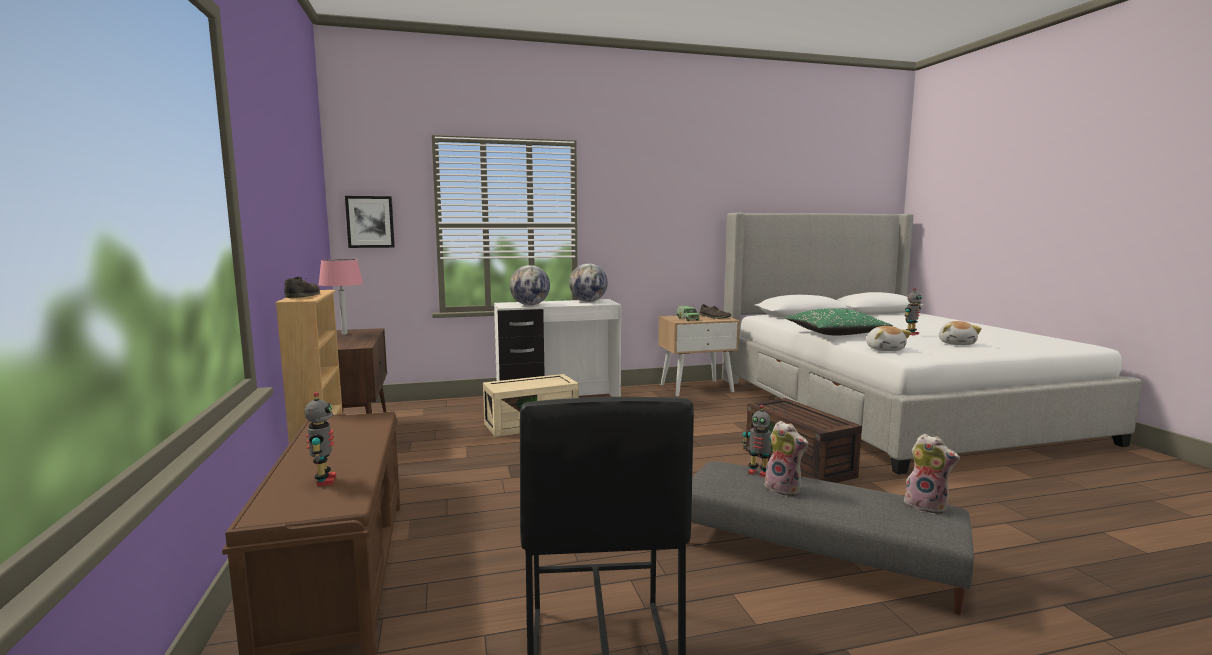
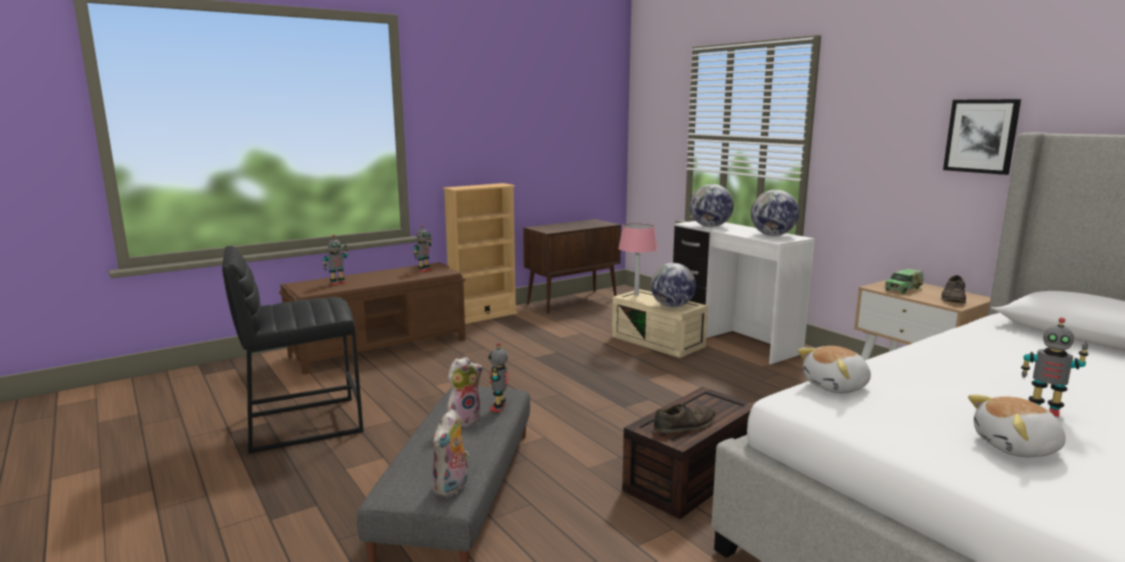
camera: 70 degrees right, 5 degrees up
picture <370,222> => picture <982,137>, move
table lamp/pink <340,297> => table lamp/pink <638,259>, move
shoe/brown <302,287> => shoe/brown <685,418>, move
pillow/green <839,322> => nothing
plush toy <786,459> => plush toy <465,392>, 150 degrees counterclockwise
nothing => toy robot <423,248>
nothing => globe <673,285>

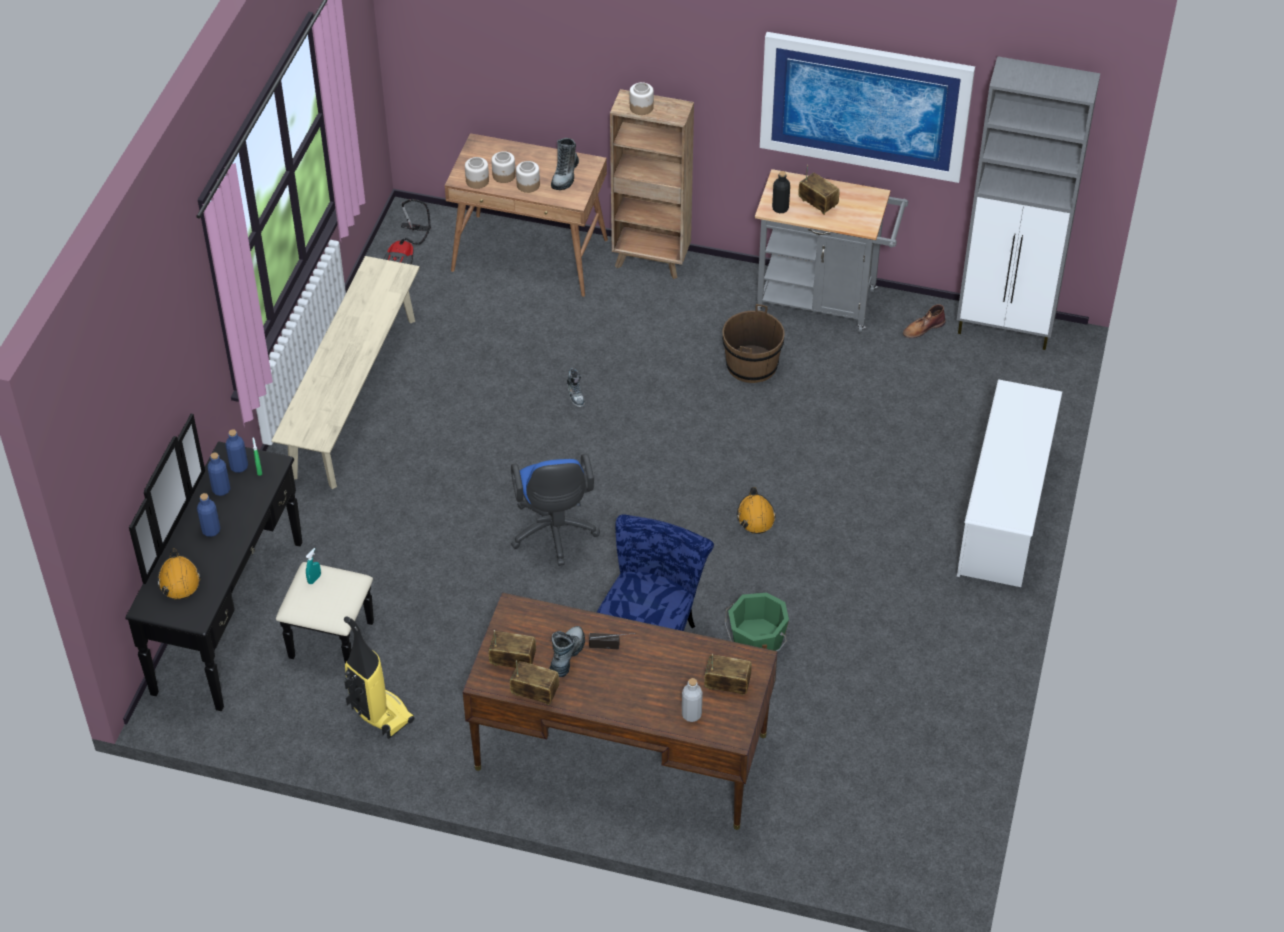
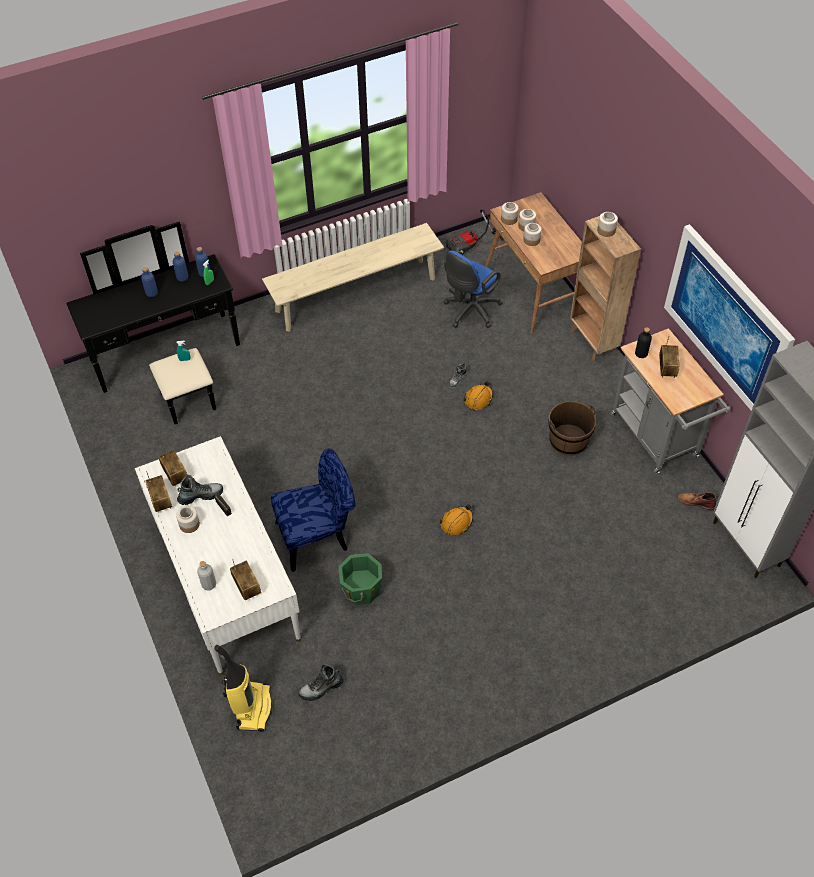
camera: 50 degrees right, 5 degrees up
boot <565,164> => boot <321,682>, move
shoe rack/white <1009,483> => nothing
office chair/blue <555,510> => office chair/blue <473,289>, move
hard hat/orange <179,574> => hard hat/orange <478,396>, move
desk/brown <620,711> => desk/white <218,555>
vacuum cleaner <379,677> => vacuum cleaner <243,688>, move
nothing => jar <188,519>

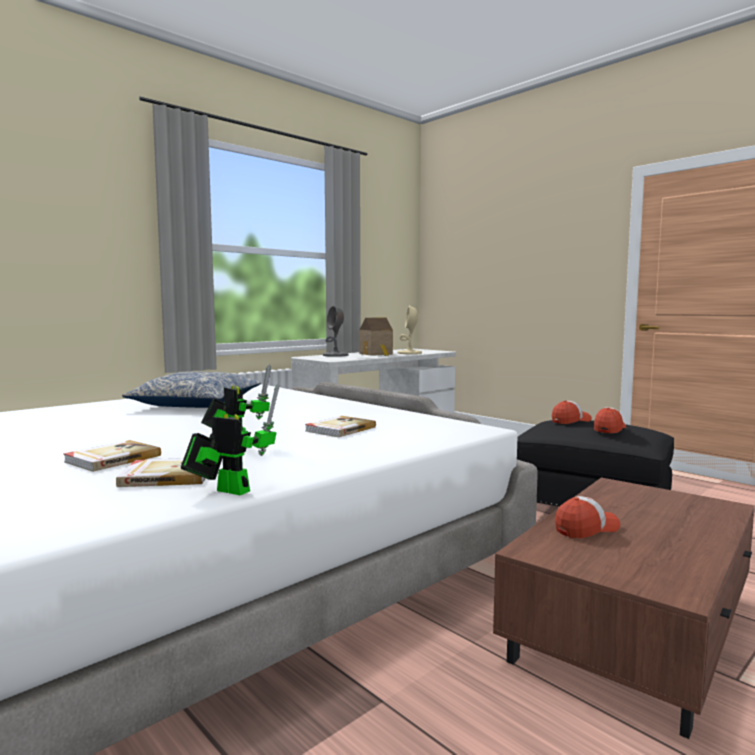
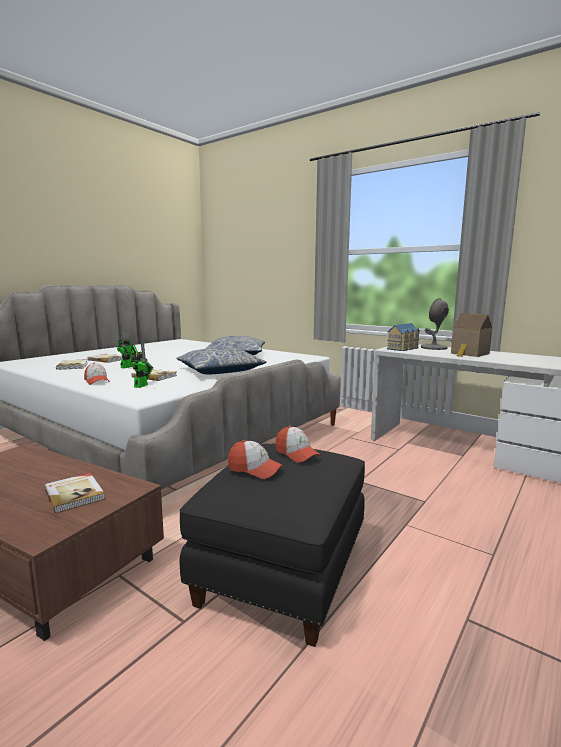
camera: 80 degrees right, 5 degrees up
table lamp/beige <410,329> => nothing
toy robot <230,439> => toy robot <142,365>, move
cap <587,517> => cap <97,374>, move
nothing => toy house <403,337>
nothing => pillow <221,360>
nothing => book <74,493>

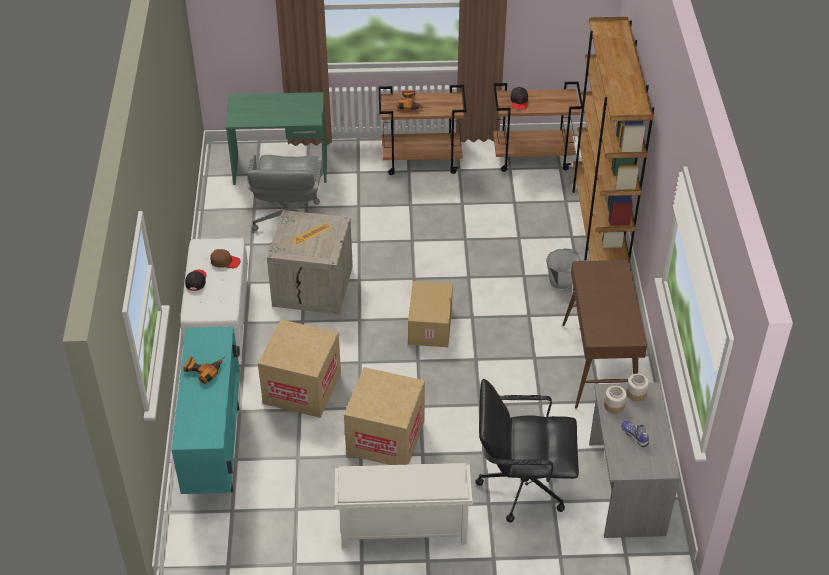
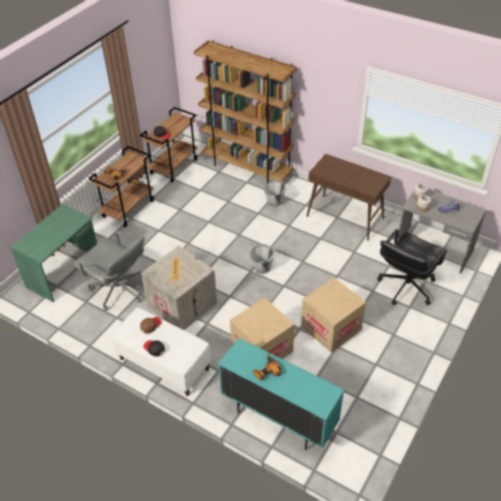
camera: 55 degrees left, 0 degrees up
cardboard box <430,314> => bucket/grey <262,259>
shoe rack/white <403,505> => nothing

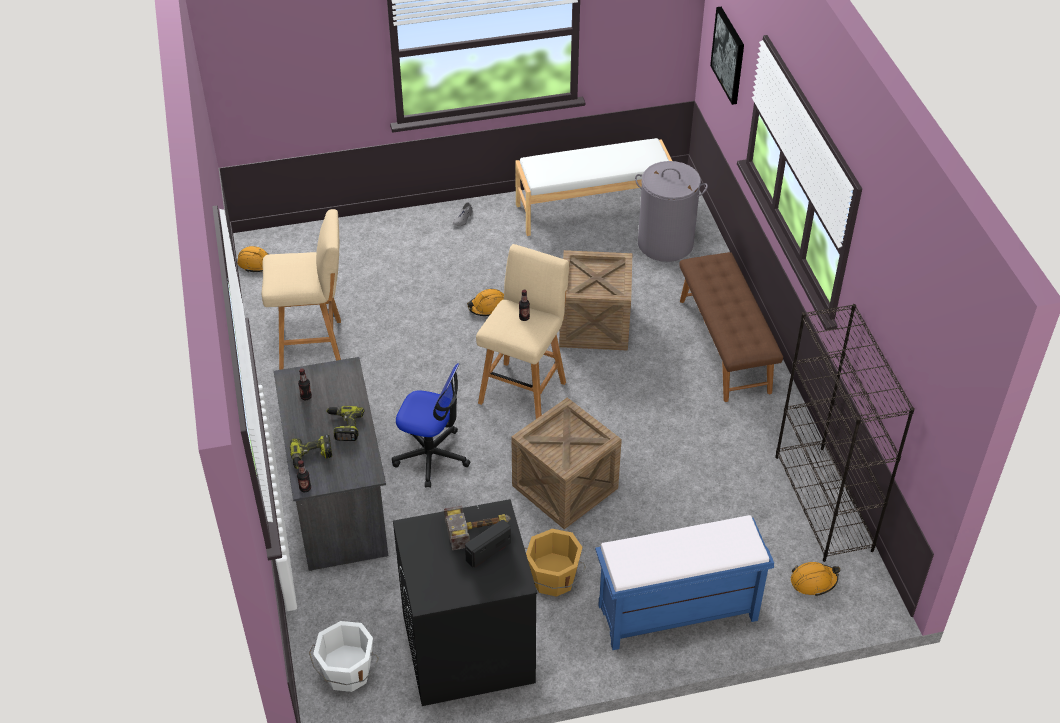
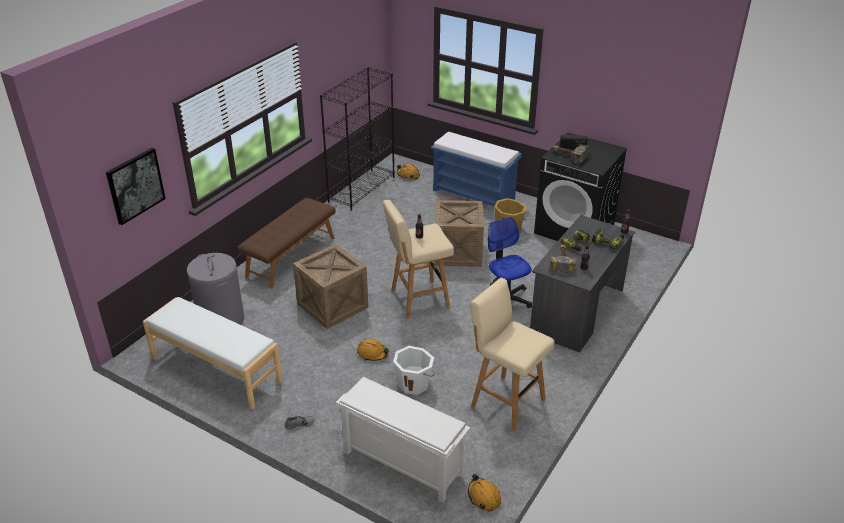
camera: 135 degrees left, 10 degrees down
bucket/white <344,656> => bucket/white <413,370>, move
nothing => hammer <563,259>
nothing => shoe rack/white <403,440>

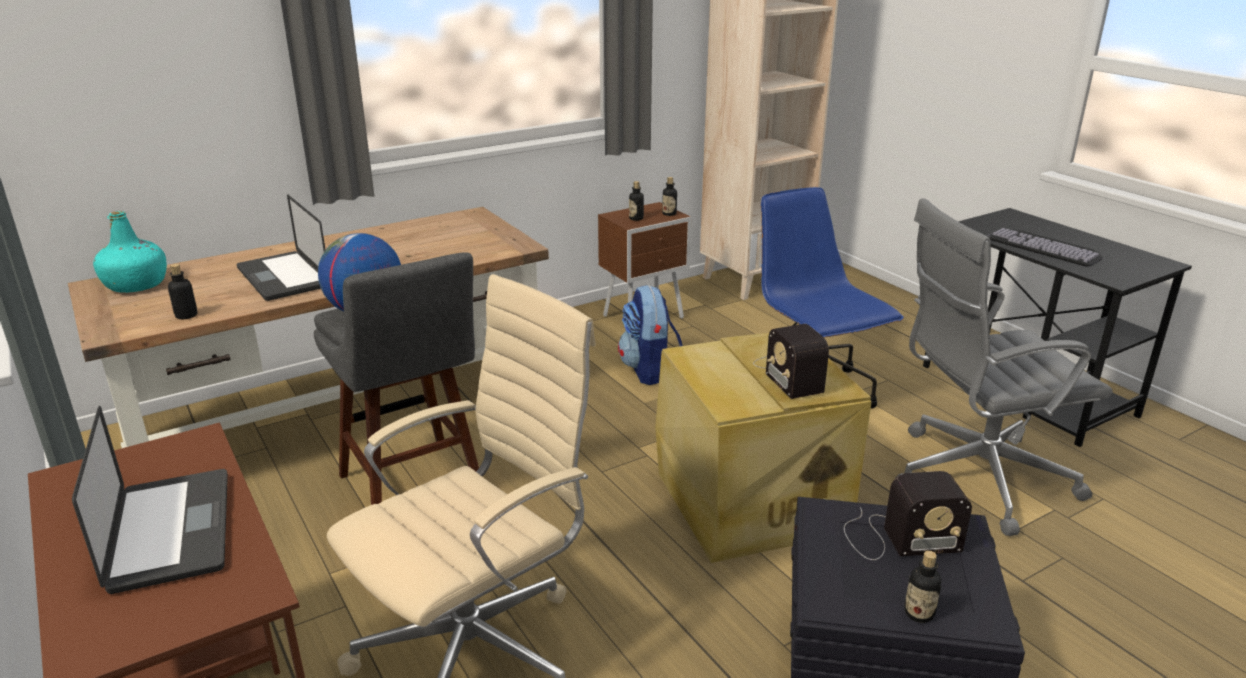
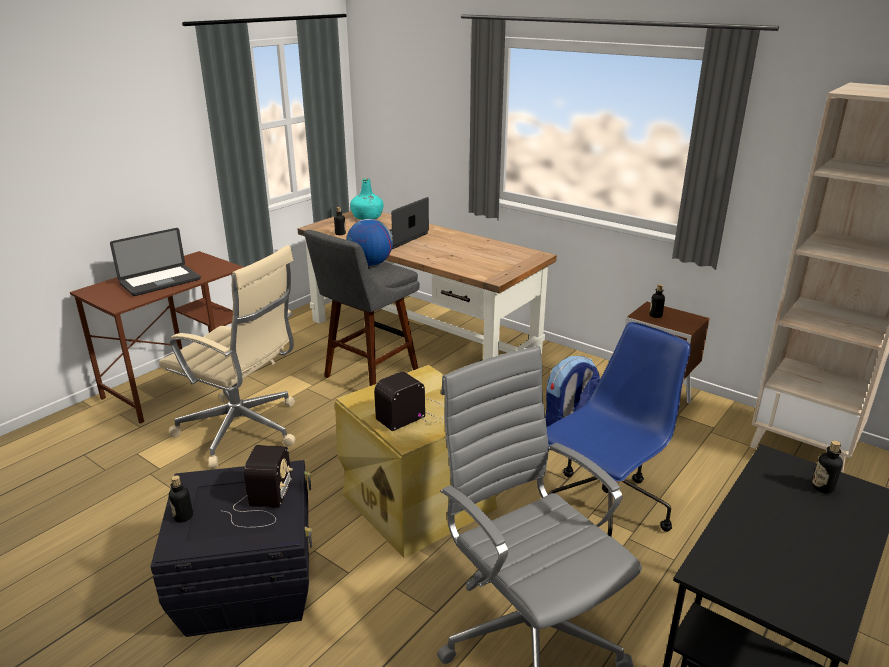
camera: 70 degrees right, 0 degrees up
bottle <669,196> => bottle <827,467>, move
keyboard <1044,247> => nothing
radio <908,515> => radio <258,486>, 150 degrees counterclockwise

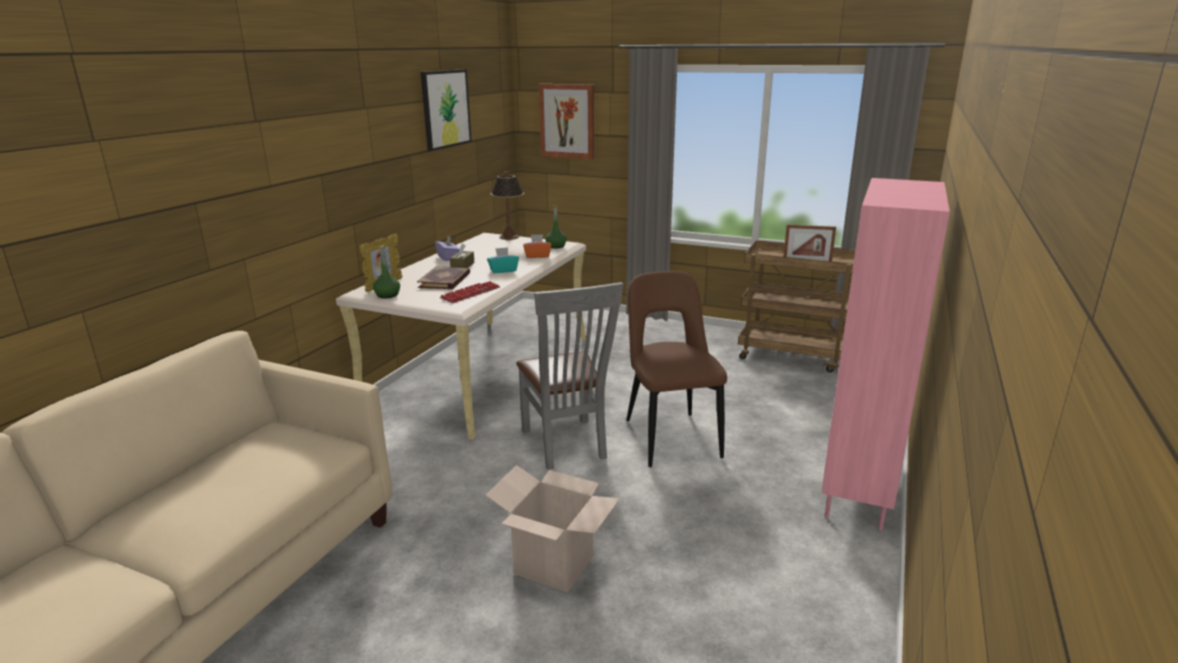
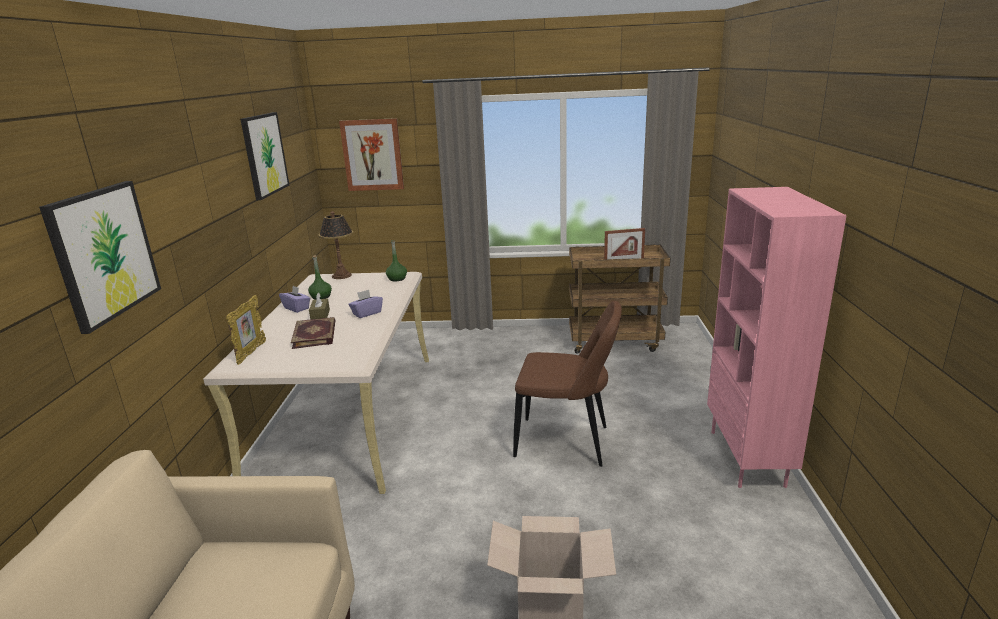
camera: 20 degrees left, 0 degrees up
tissue box/orange <537,246> => nothing
bottle/green <386,272> => bottle/green <320,277>, move
tissue box/turquoise <503,260> => tissue box/purple <366,304>
chair/brown <676,369> => chair/brown <567,384>, 135 degrees clockwise
keyboard <470,292> => nothing
chair/grey <569,376> => nothing
nothing => picture <100,257>

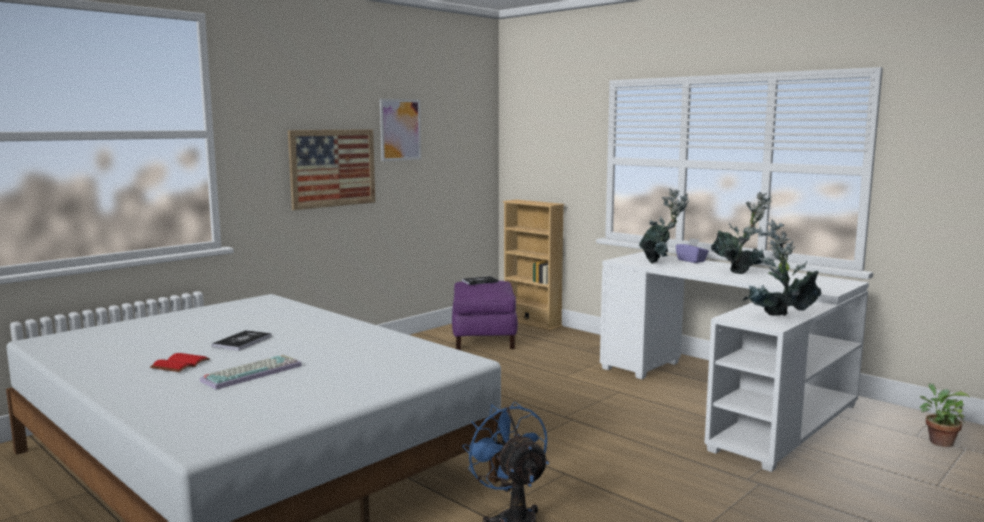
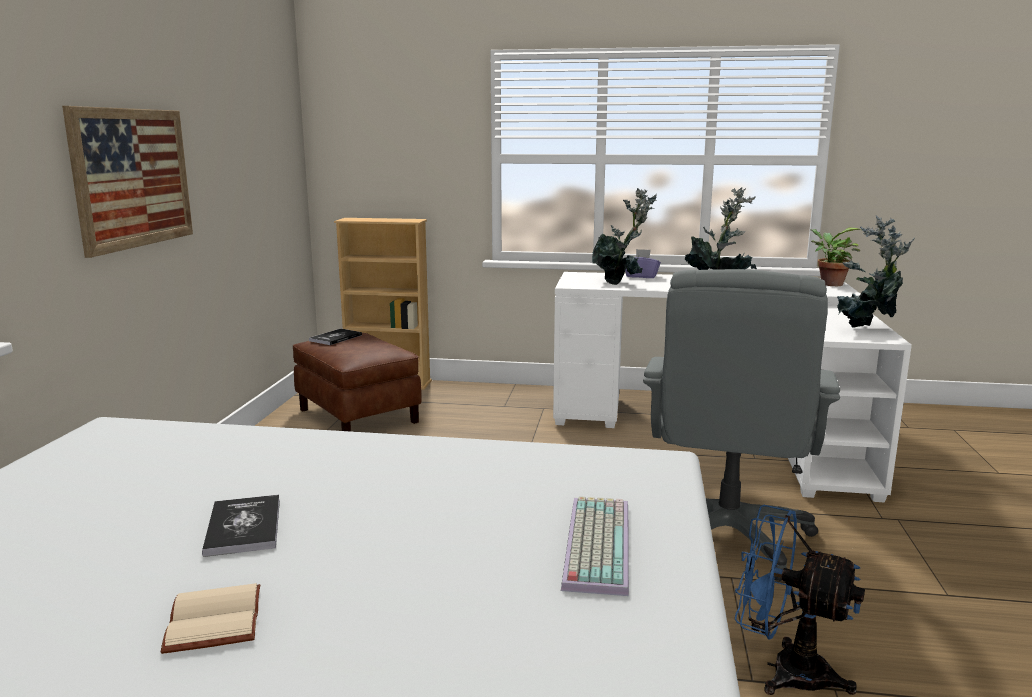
camera: 35 degrees left, 5 degrees up
picture <400,130> => nothing
ottoman/purple <485,315> => ottoman/brown <357,382>
book/red <180,362> => book/beige <210,618>
keyboard <251,372> => keyboard <595,546>, move
potted plant <944,415> => potted plant <835,256>, move
nothing => office chair/grey <741,425>

